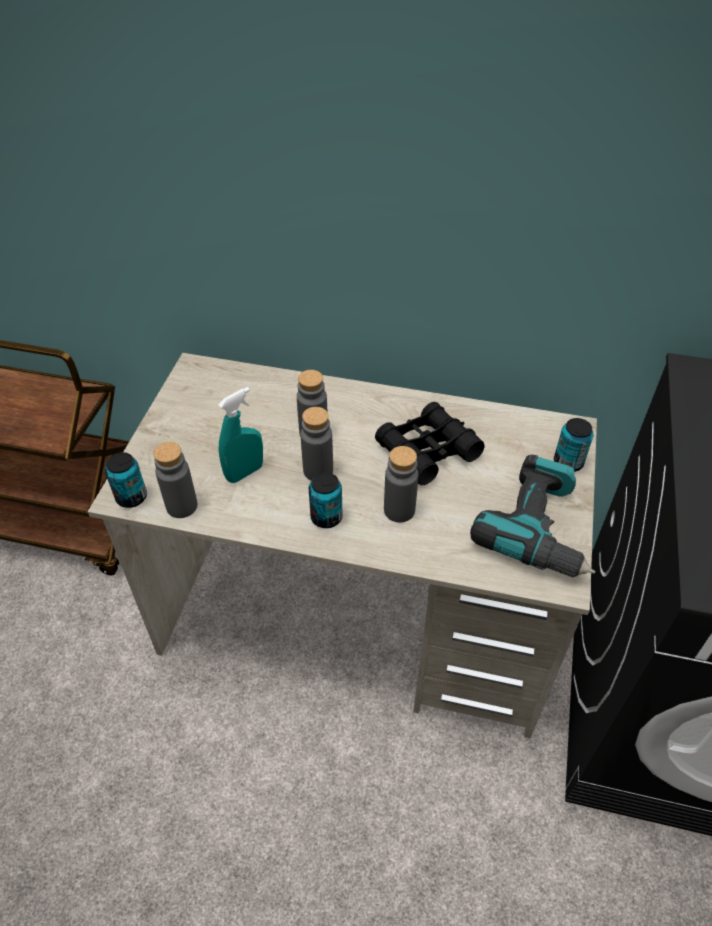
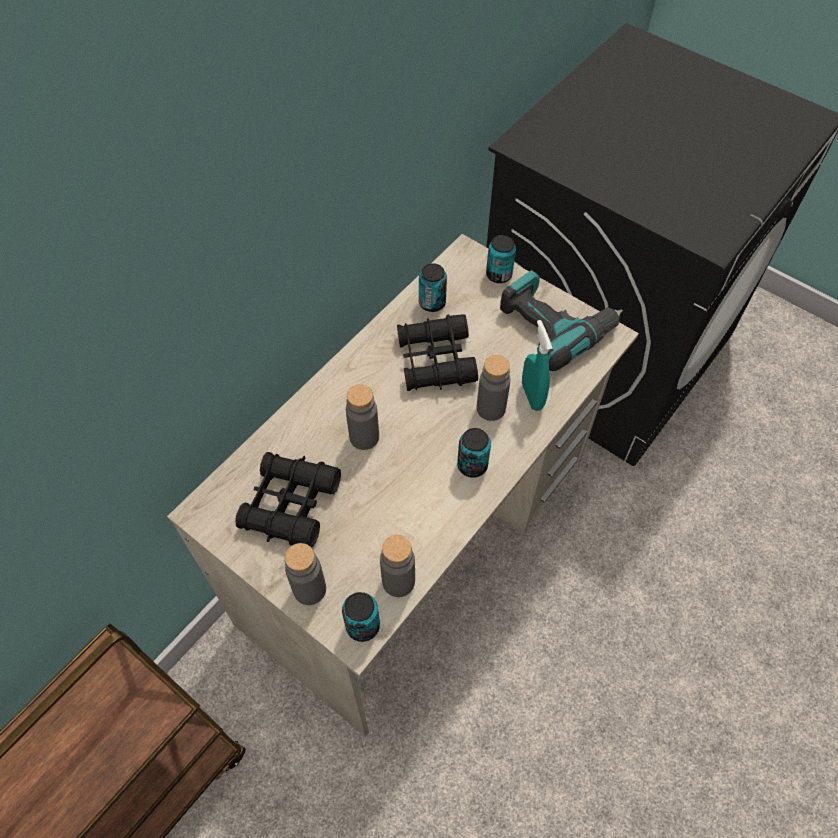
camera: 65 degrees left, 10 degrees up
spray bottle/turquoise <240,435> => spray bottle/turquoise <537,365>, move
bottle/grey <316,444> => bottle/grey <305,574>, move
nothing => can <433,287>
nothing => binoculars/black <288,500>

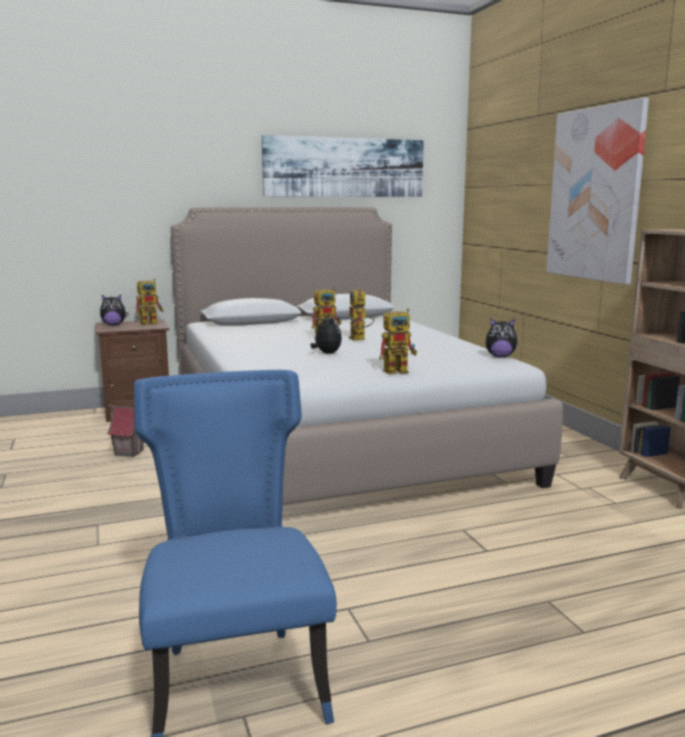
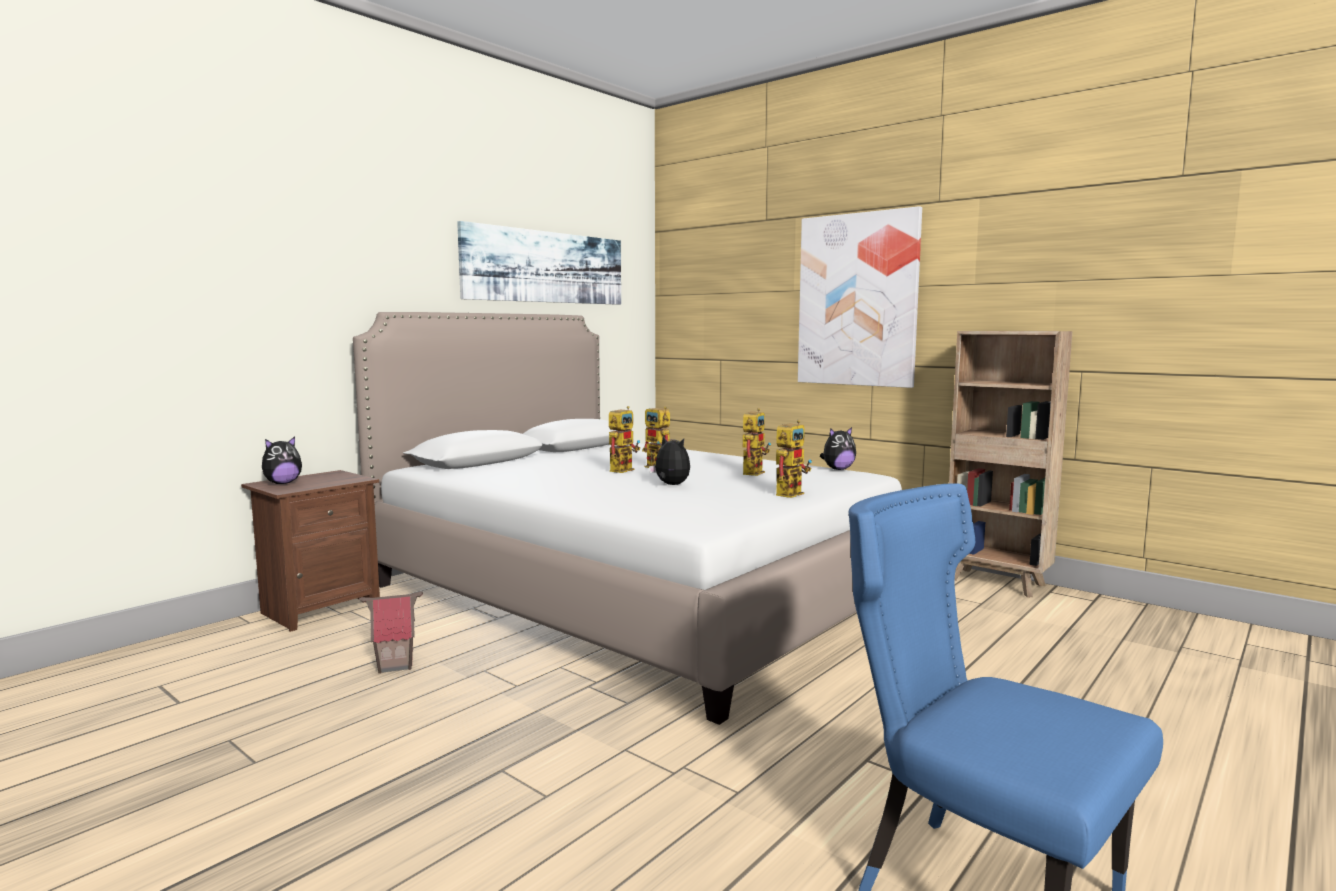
camera: 30 degrees left, 5 degrees down
toy robot <149,301> => toy robot <757,442>, move

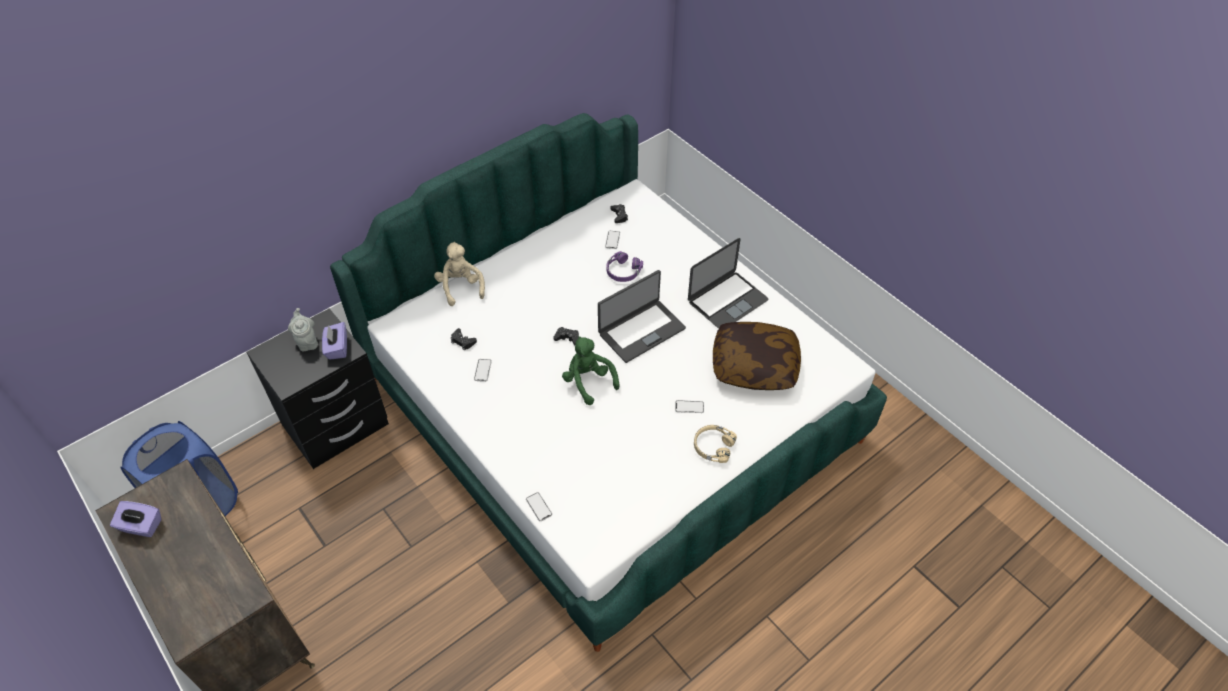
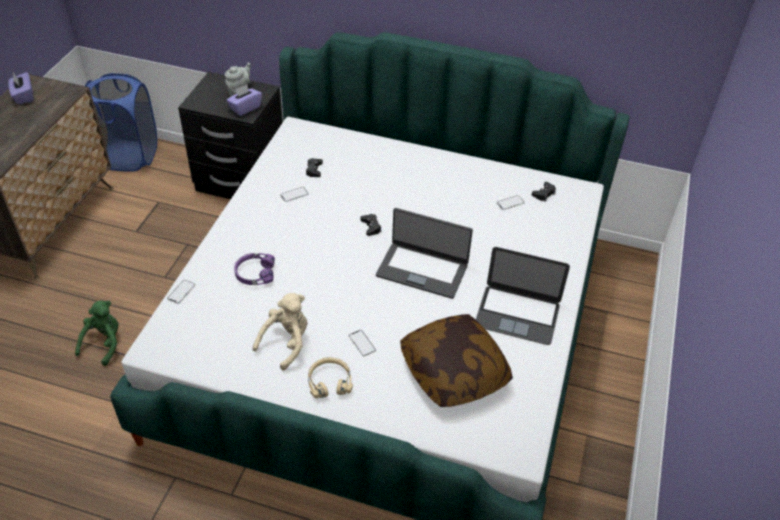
camera: 55 degrees right, 5 degrees down
plush toy/beige <459,274> => plush toy/beige <280,332>, move
headphones/purple <624,266> => headphones/purple <254,269>, move
plush toy/green <591,370> => plush toy/green <97,333>, move

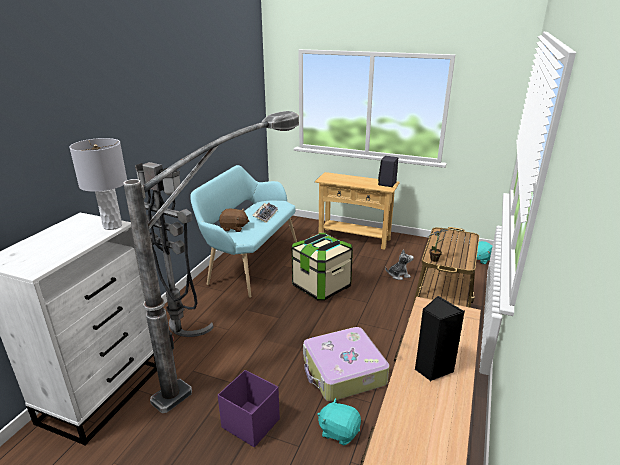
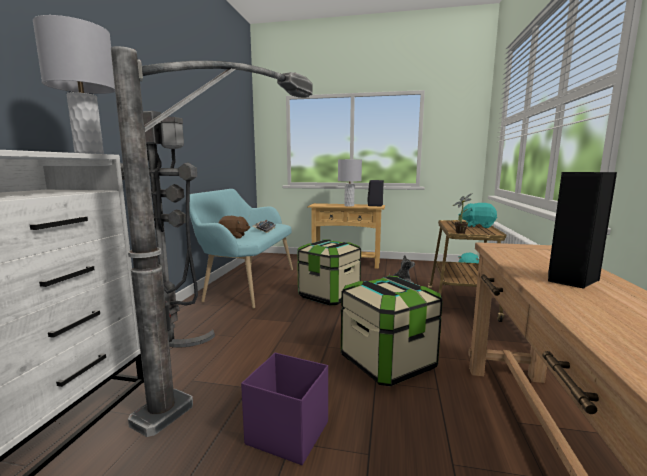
camera: 10 degrees left, 15 degrees down
suitcase <346,364> => storage box <392,331>
plush toy/turquoise <339,421> => plush toy/turquoise <478,215>, move
nothing => table lamp/grey <350,182>

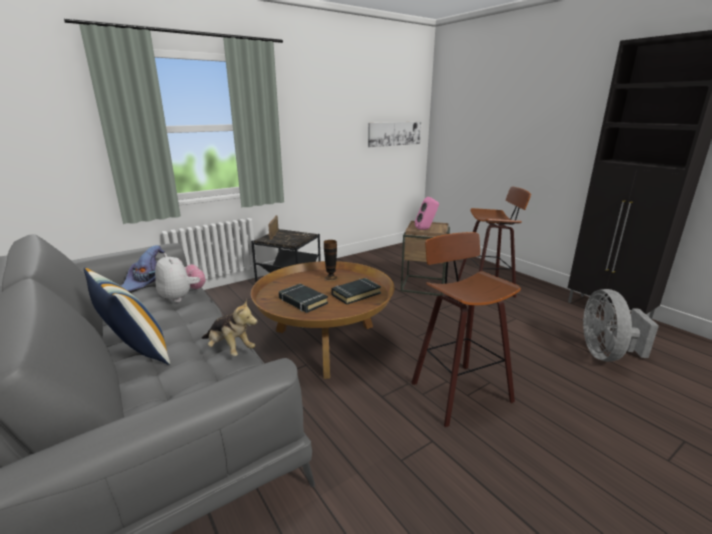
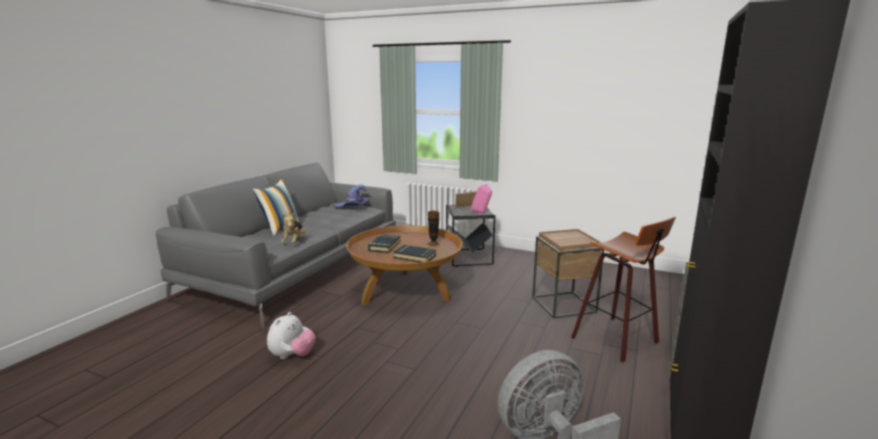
camera: 60 degrees right, 5 degrees down
picture <394,134> => nothing
speaker/pink <427,213> => speaker/pink <481,198>, move
stool <466,329> => nothing
plush toy <180,277> => plush toy <291,335>, move

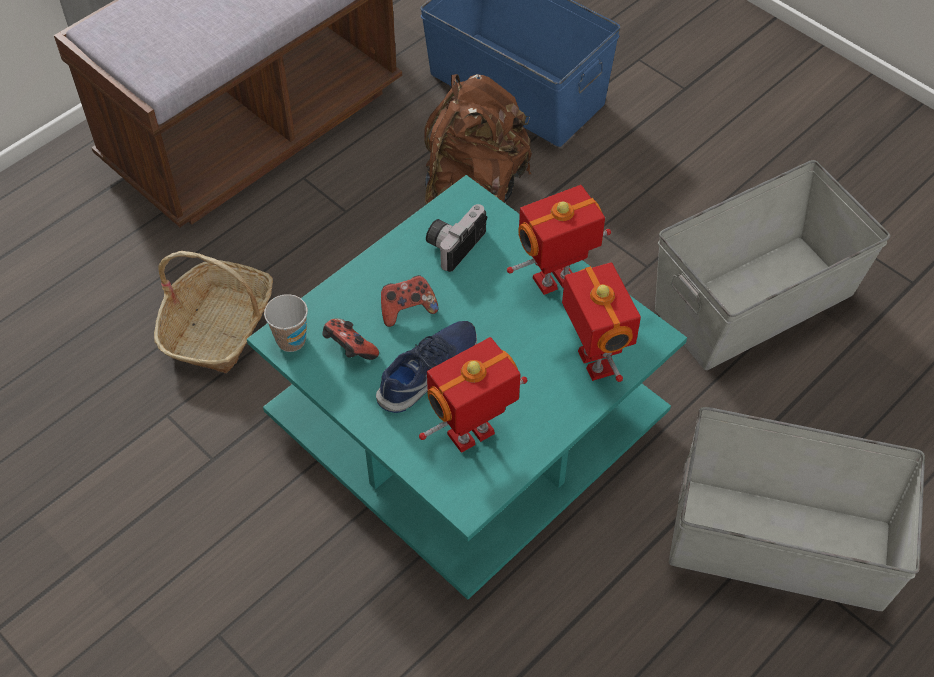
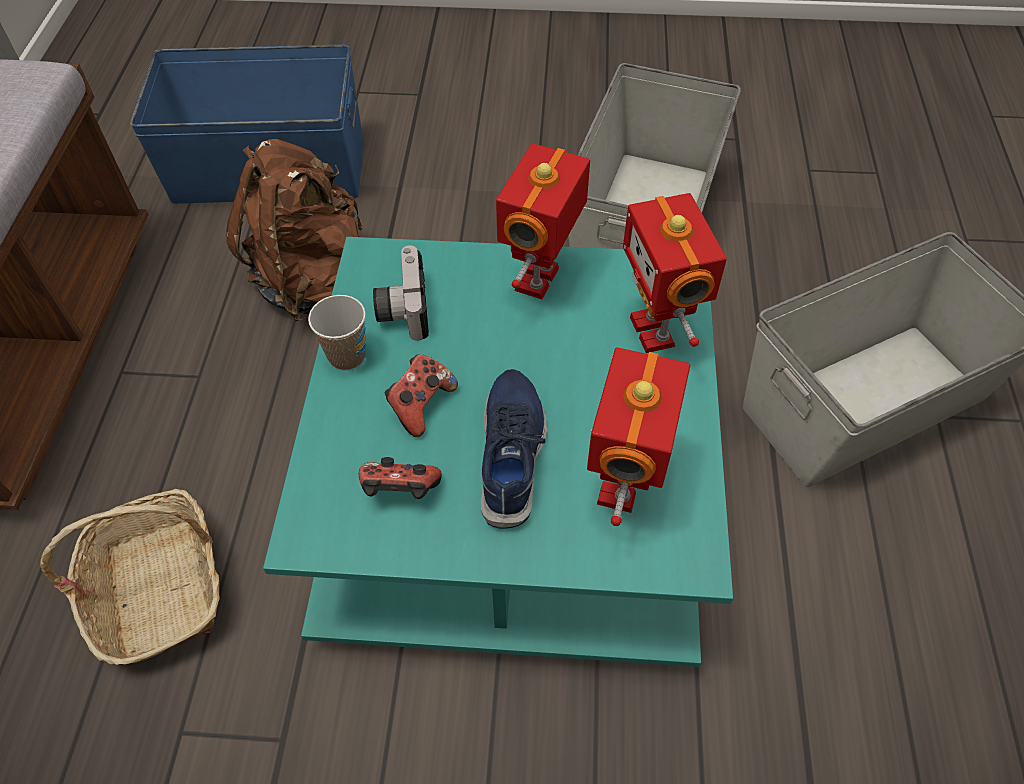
camera: 40 degrees left, 0 degrees up
toy robot <601,322> => toy robot <675,273>, 135 degrees counterclockwise
cup <286,323> => cup <337,332>, move

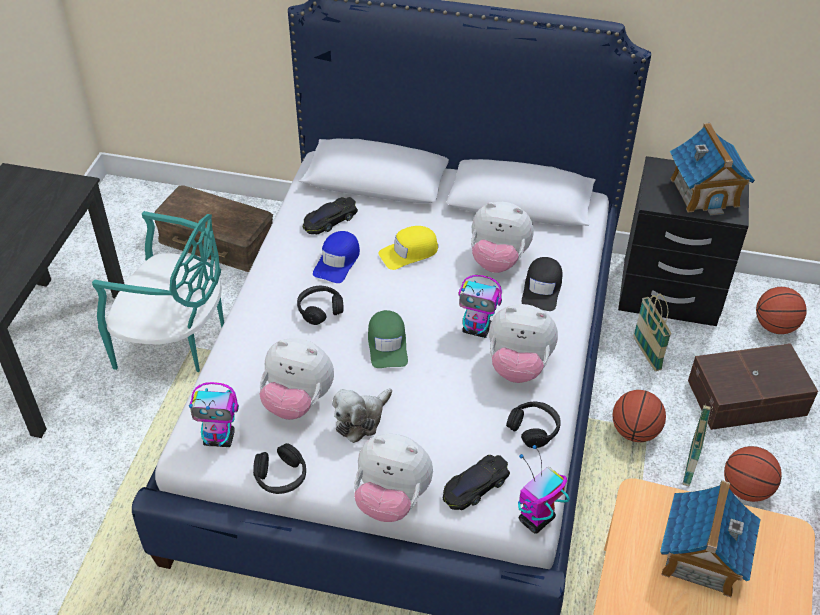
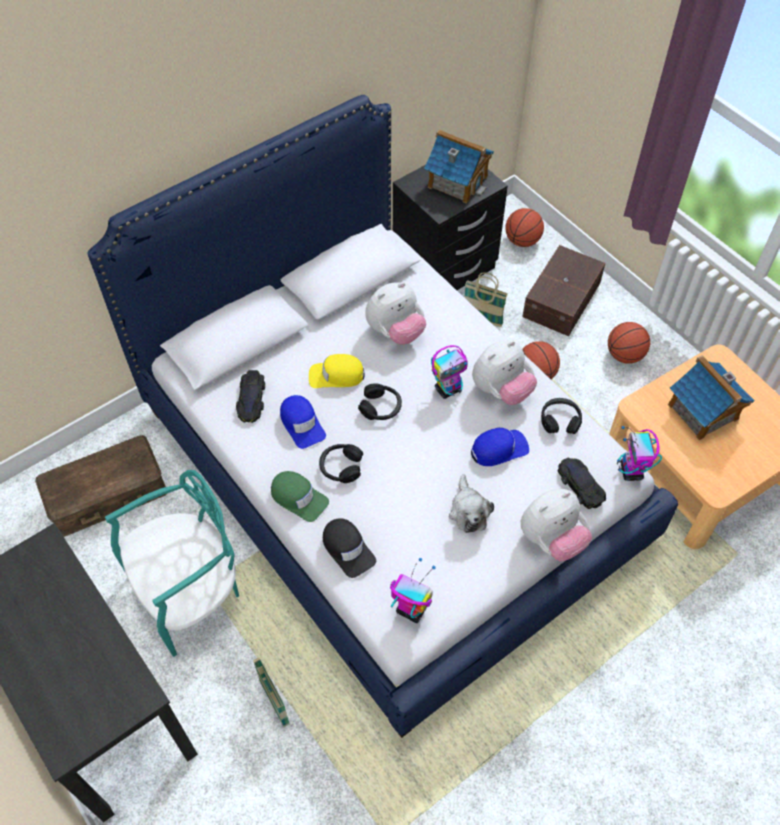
camera: 50 degrees left, 10 degrees up
cap/yellow <408,248> => cap/yellow <337,371>, 75 degrees clockwise
cap/black <542,284> => cap/black <349,548>, move
cap/green <388,339> => cap/green <300,496>, move
plush toy <296,379> => nothing
toy robot <214,414> => toy robot <413,590>, 105 degrees counterclockwise
basket <697,445> => basket <271,692>, move
headphones/black <279,468> => headphones/black <380,401>, move
toy car/black <476,482> => toy car/black <582,483>, 150 degrees clockwise
nothing => cap/blue <500,447>

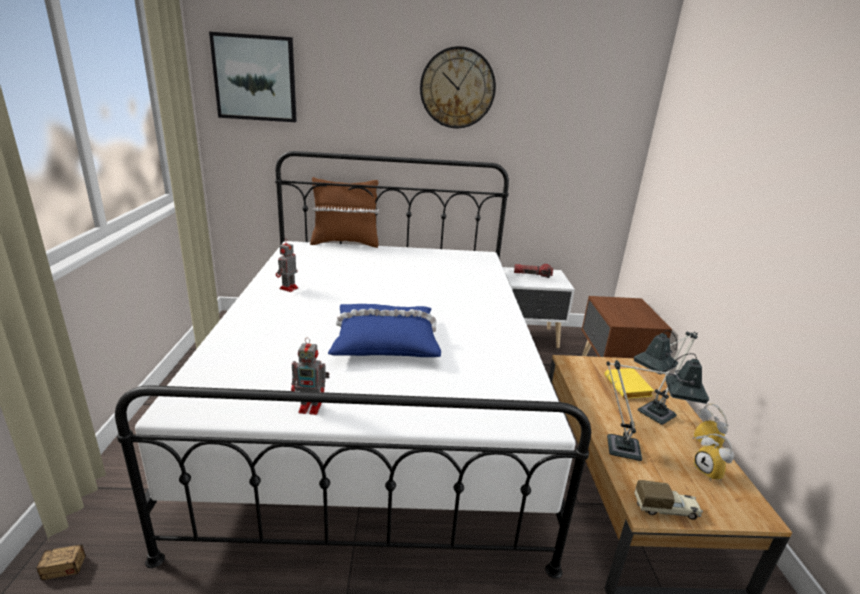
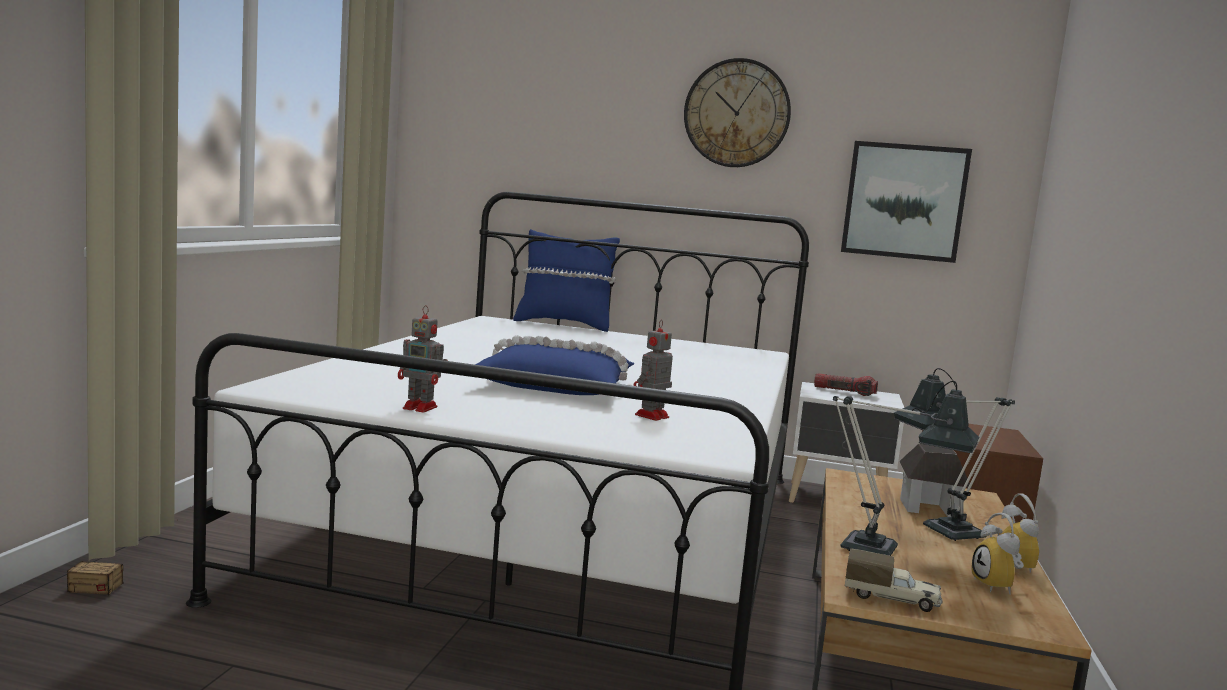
camera: 15 degrees right, 15 degrees down
picture <253,77> => picture <906,202>, move
pillow/brown <344,212> => pillow/blue <566,280>
toy robot <287,265> => toy robot <653,370>, move
book/yellow <629,383> => toy house <935,480>

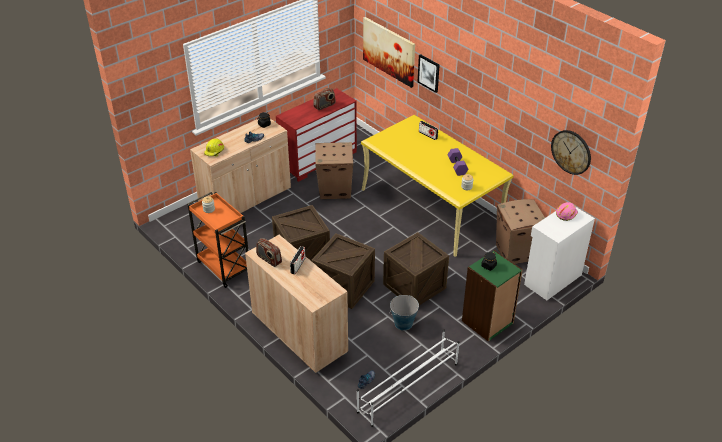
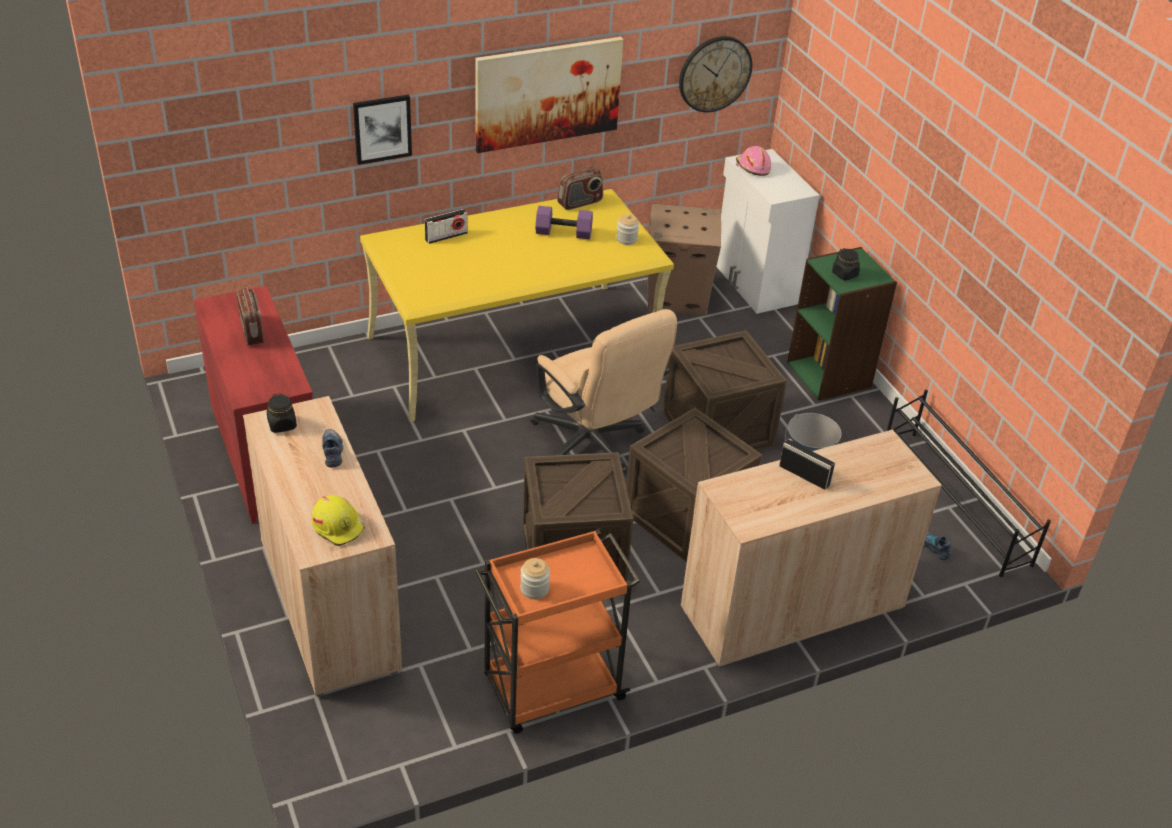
camera: 75 degrees left, 0 degrees up
picture <389,52> => picture <549,95>, move
cardboard box <334,170> => nothing
radio <269,252> => radio <580,188>, move
shoe rack/white <408,378> => shoe rack/black <969,483>
nothing => office chair/beige <604,391>

